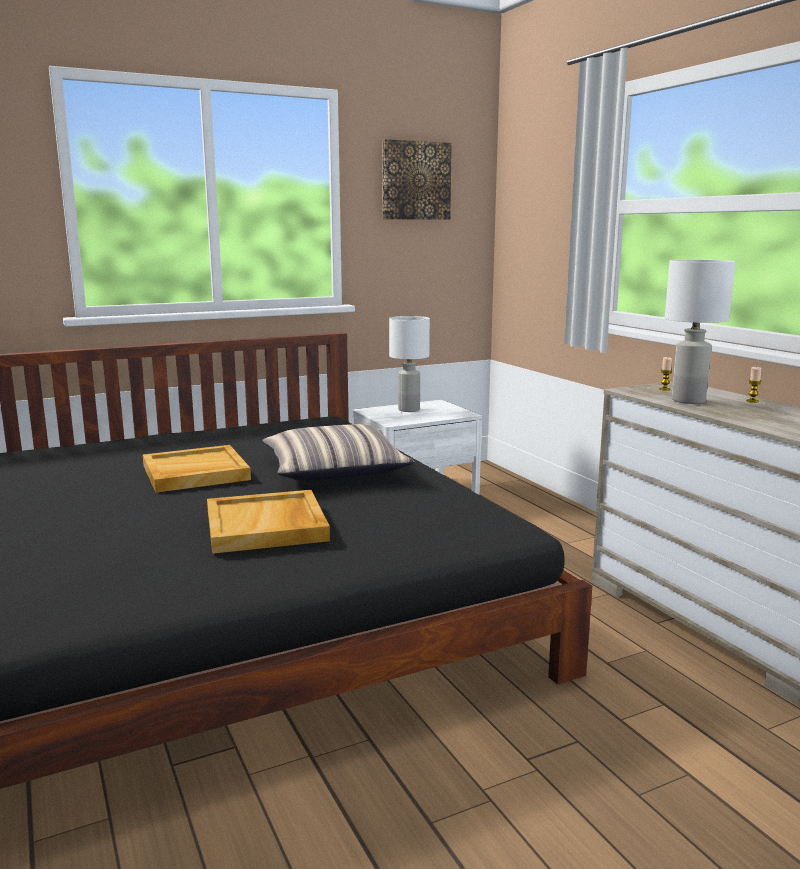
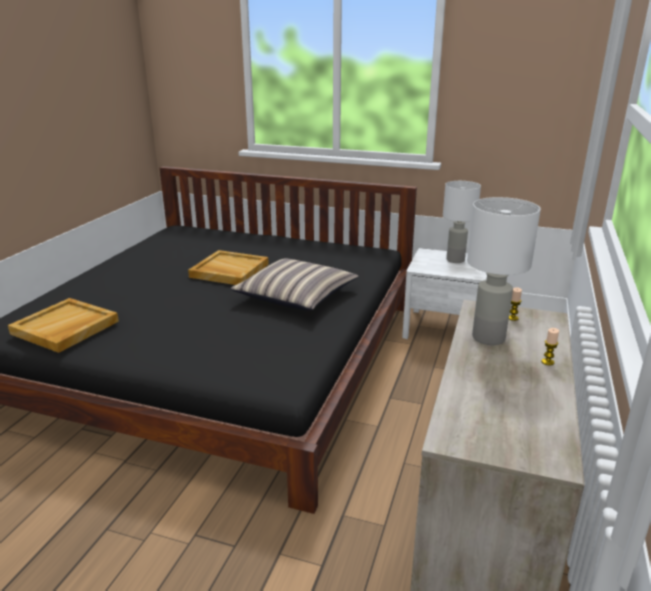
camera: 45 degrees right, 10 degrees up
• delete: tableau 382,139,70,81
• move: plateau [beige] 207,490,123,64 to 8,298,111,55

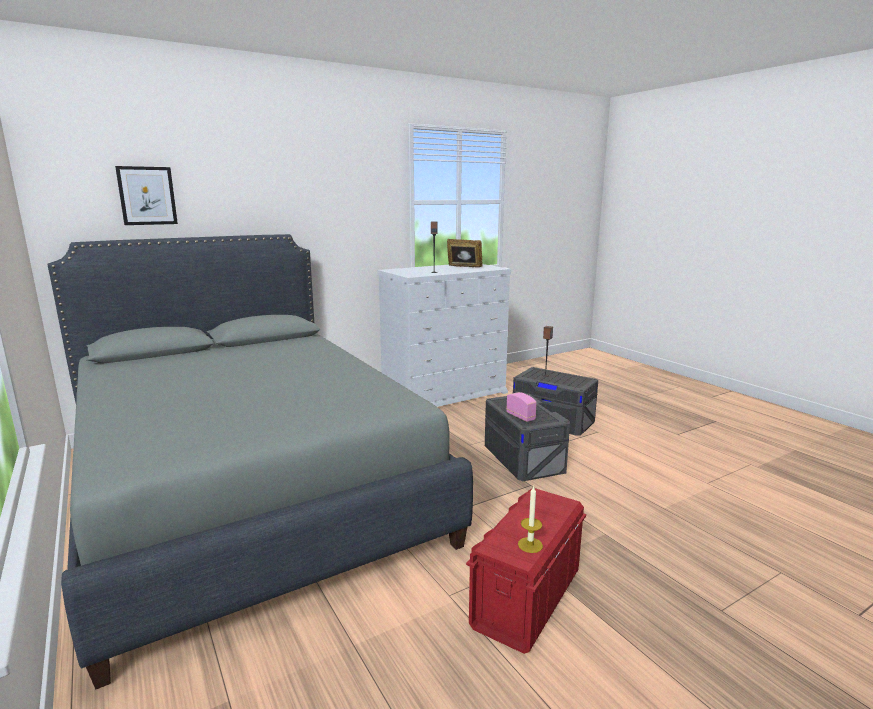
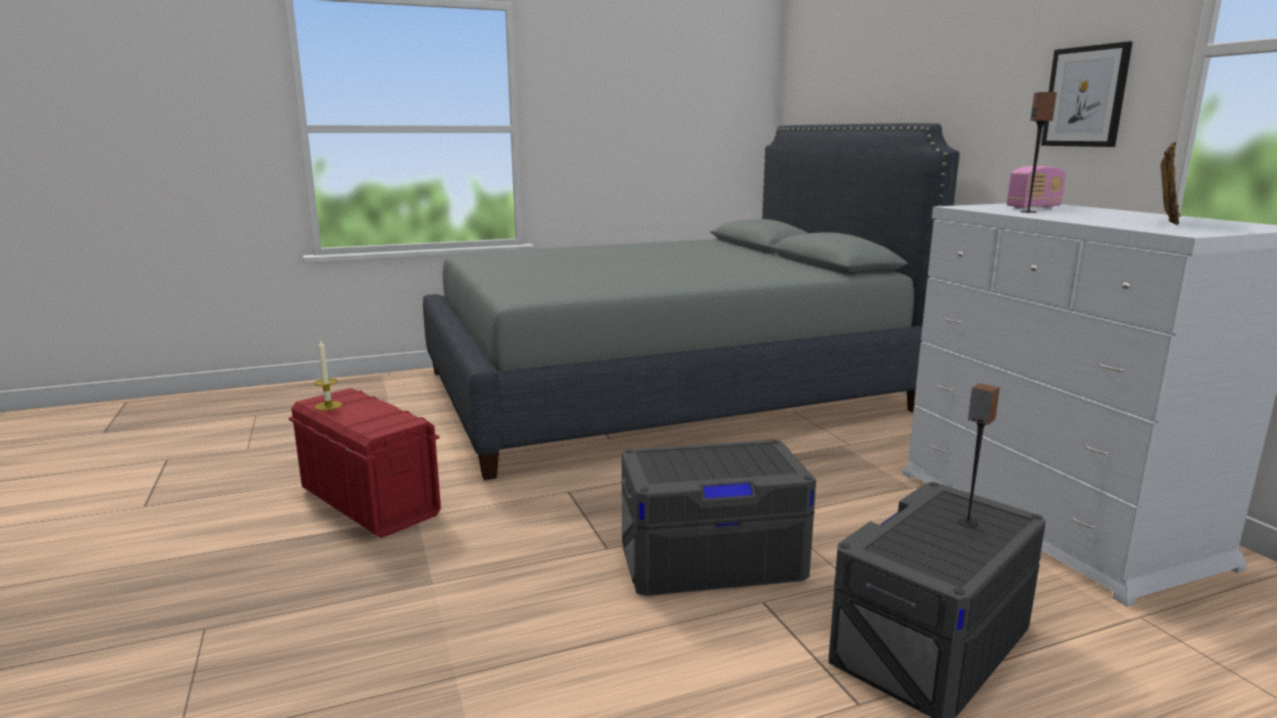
camera: 100 degrees right, 0 degrees up
• move: tableau 115,166,63,59 to 1041,41,92,106
• move: radio 506,392,31,30 to 1007,166,59,43

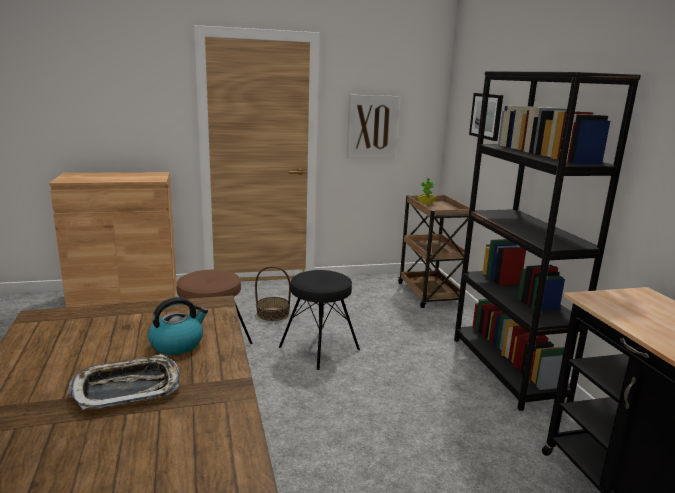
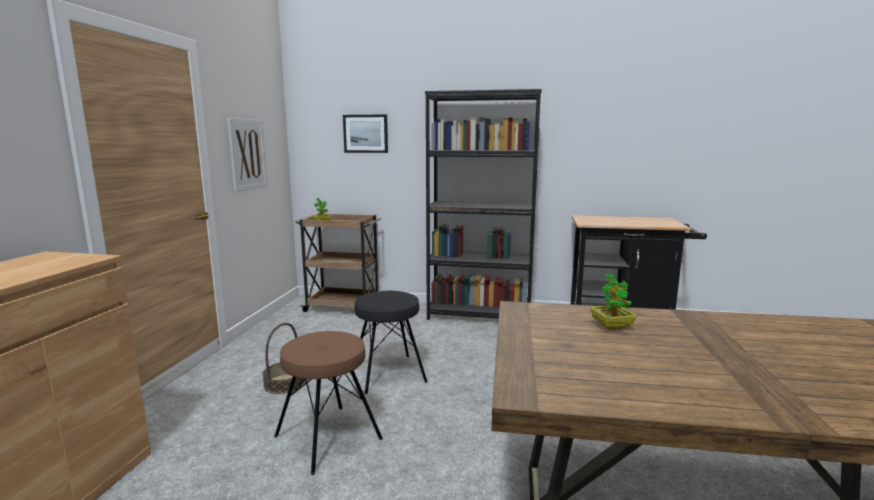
camera: 65 degrees left, 5 degrees down
• delete: plateau 68,354,112,56
• replace: bouilloire 148,297,60,58 to plante en pot 590,273,47,57

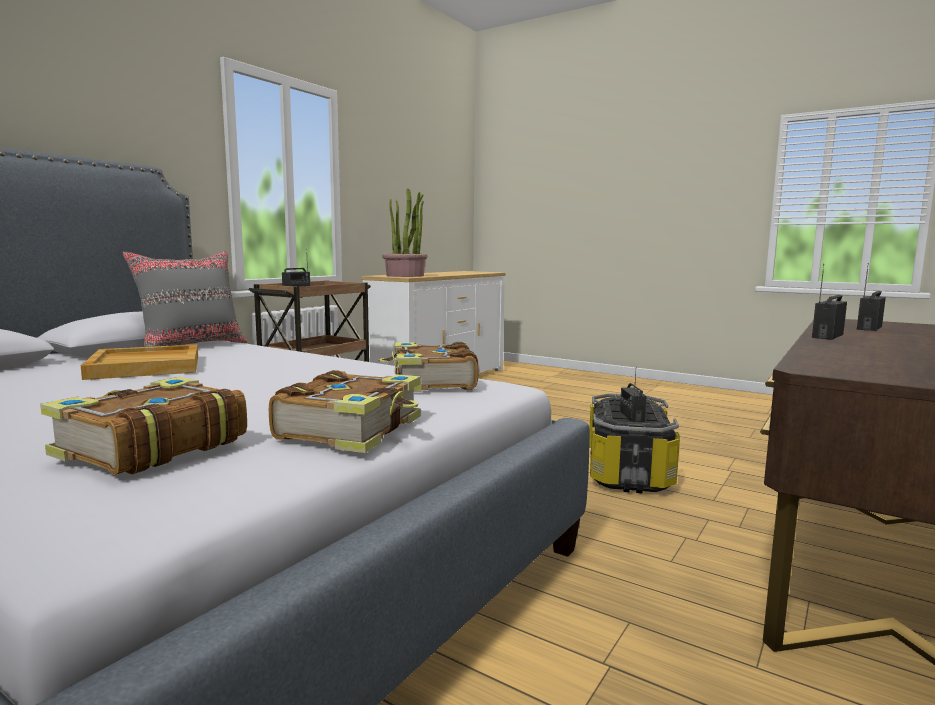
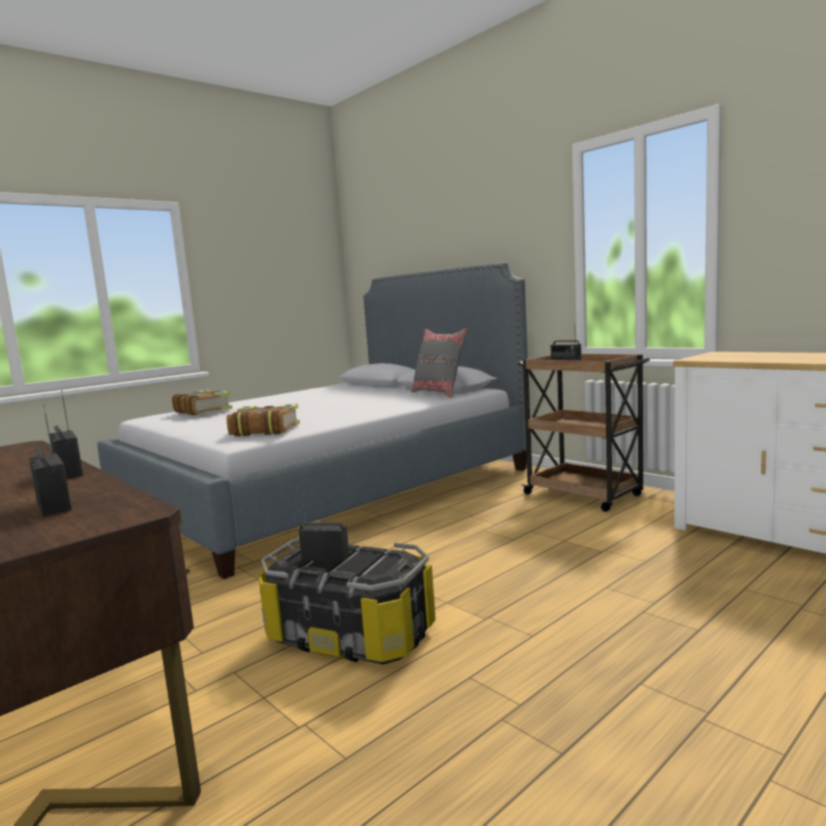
camera: 105 degrees right, 0 degrees up
• delete: plateau [beige] 81,344,117,36
• delete: livre 269,370,152,83
• delete: plante en pot 382,189,45,88

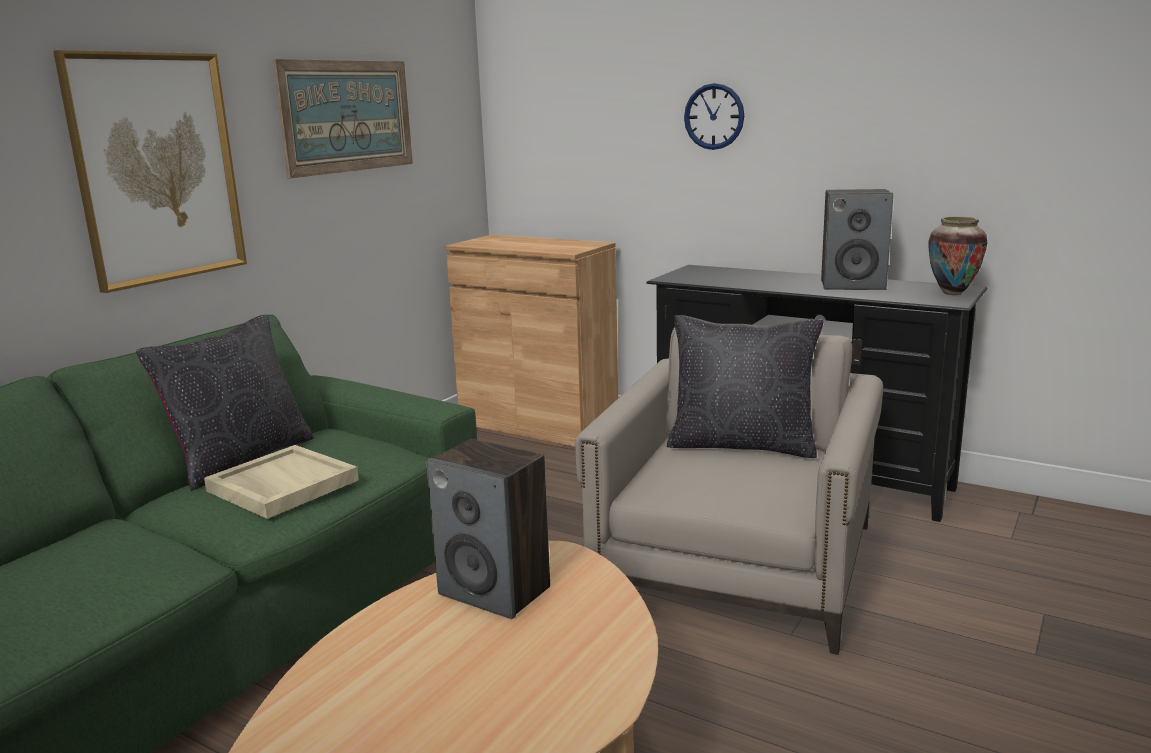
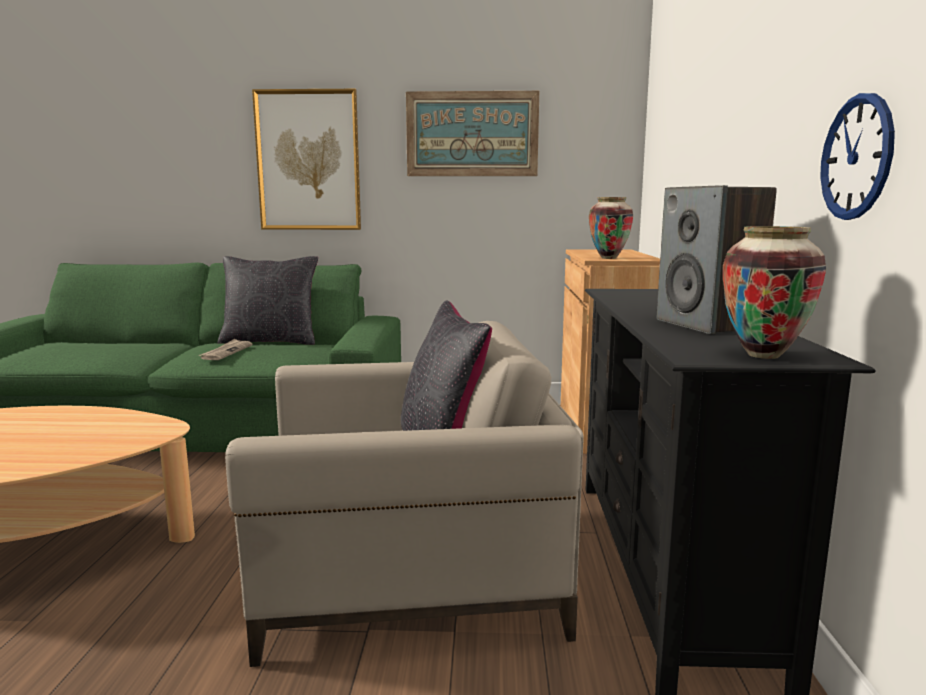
camera: 60 degrees right, 5 degrees down
• delete: enceinte 427,439,123,180
• insert: vase 589,197,44,62
• move: horloge murale 684,83,60,67 to 820,93,75,127
• replace: plateau [beige] 204,445,155,74 to journal 198,339,54,21

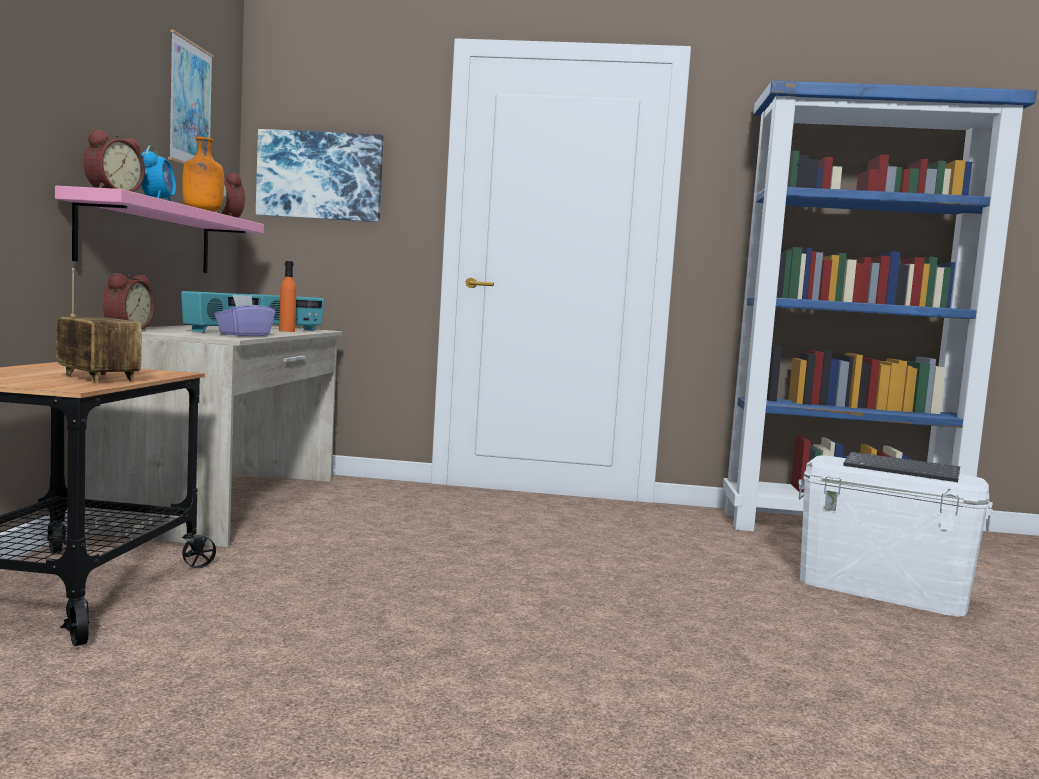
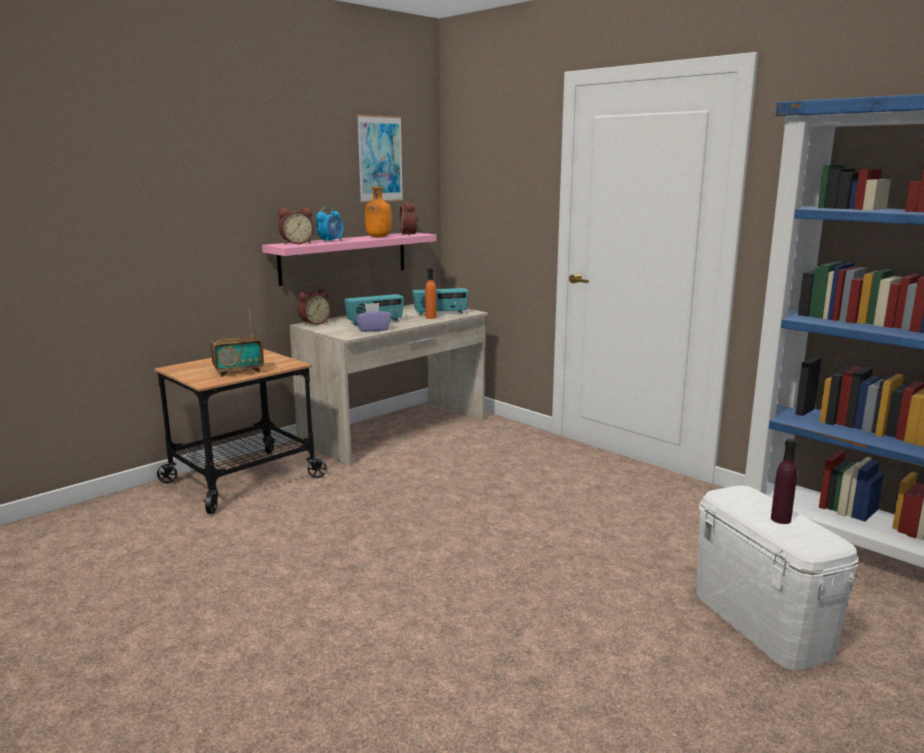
camera: 40 degrees right, 10 degrees up
• delete: tableau 256,129,128,93
• replace: clavier 843,452,117,30 to bouteille [violet] 771,439,26,85
• rotate: radio 56,268,86,115 = 210,310,54,67 75 degrees clockwise

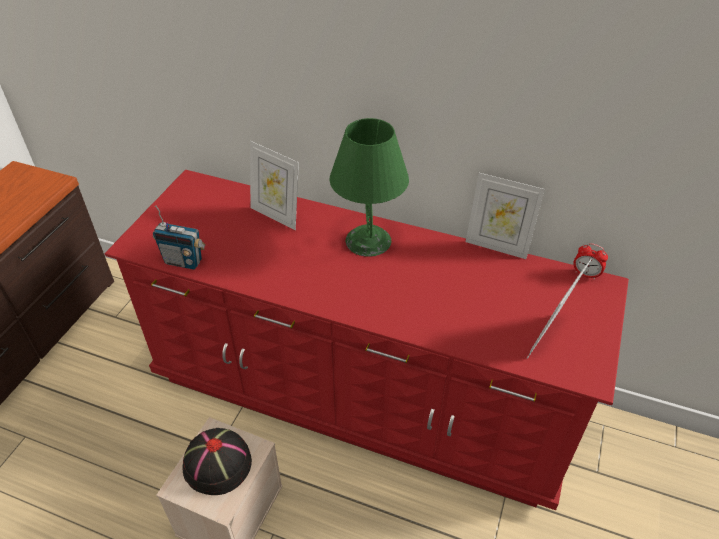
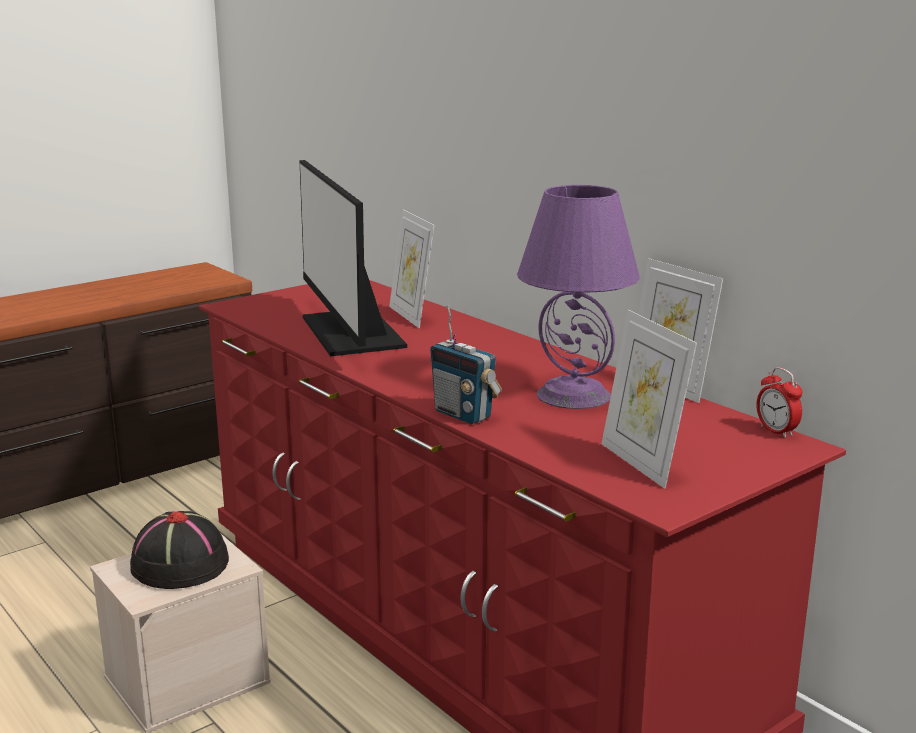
camera: 30 degrees right, 25 degrees down
• delete: lampe de table [vert] 329,118,80,139
• insert: écran d'ordinateur 299,160,108,196
• insert: lampe de table [violet] 517,185,123,224
• move: radio 153,205,53,65 to 430,305,72,119
• rotate: cadre photo 526,258,66,101 = 601,310,96,179 90 degrees counterclockwise

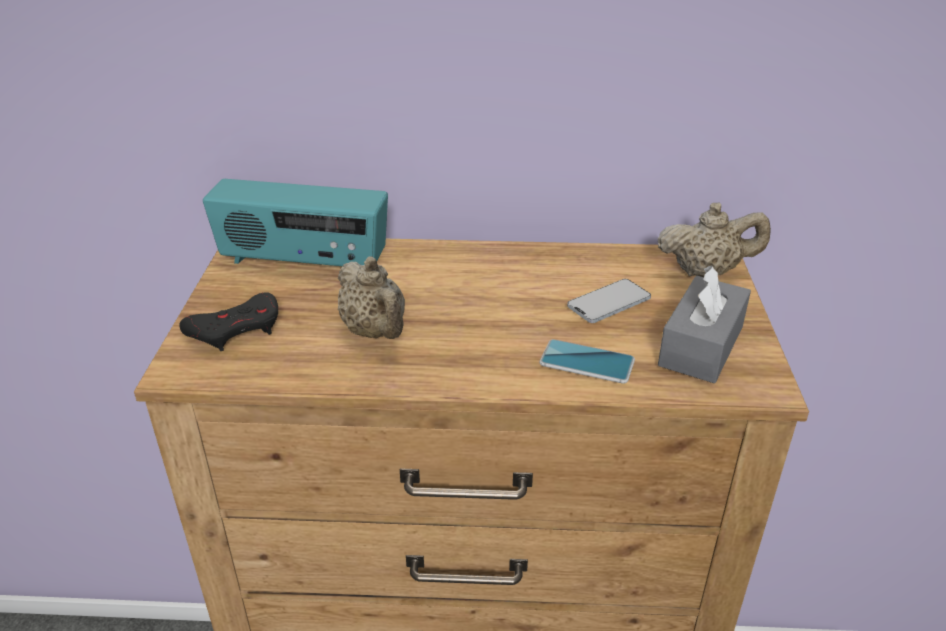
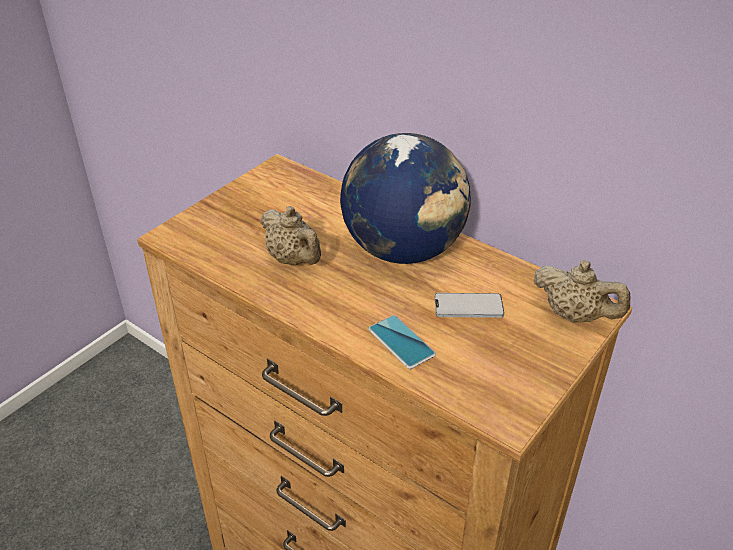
camera: 35 degrees right, 5 degrees up
• delete: manette [noir] 179,292,99,59
• delete: radio 203,179,185,87
• delete: boîte à mouchoirs [gris] 658,265,93,118
• insert: globe 340,133,131,131
• rotate: théière [beige] 338,257,67,82 = 261,206,60,59 45 degrees counterclockwise

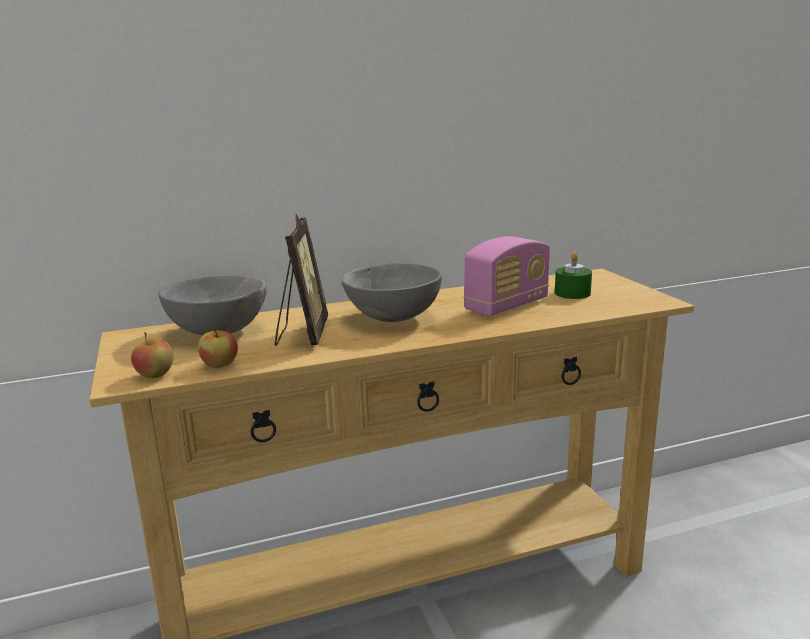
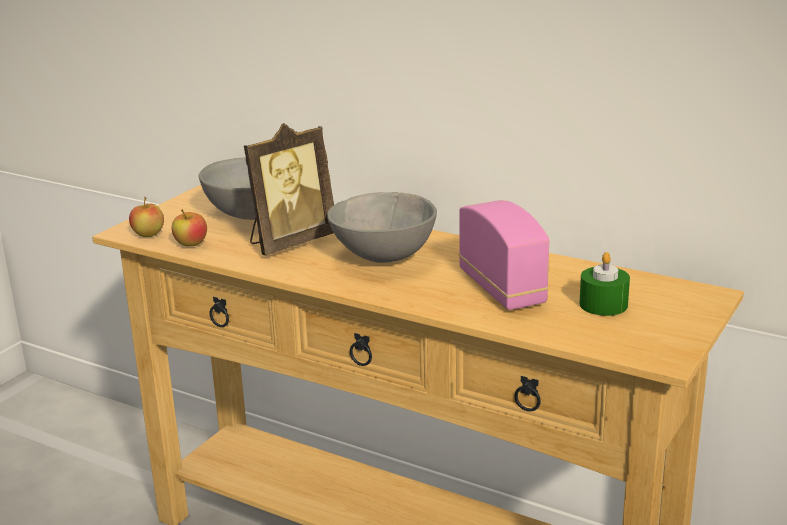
camera: 50 degrees right, 5 degrees up
• rotate: radio 464,236,86,80 = 459,200,90,110 120 degrees counterclockwise

